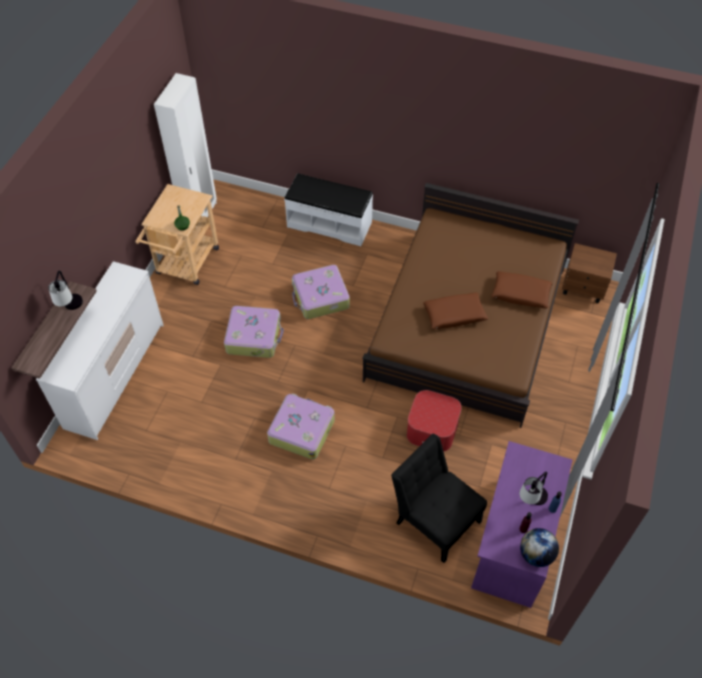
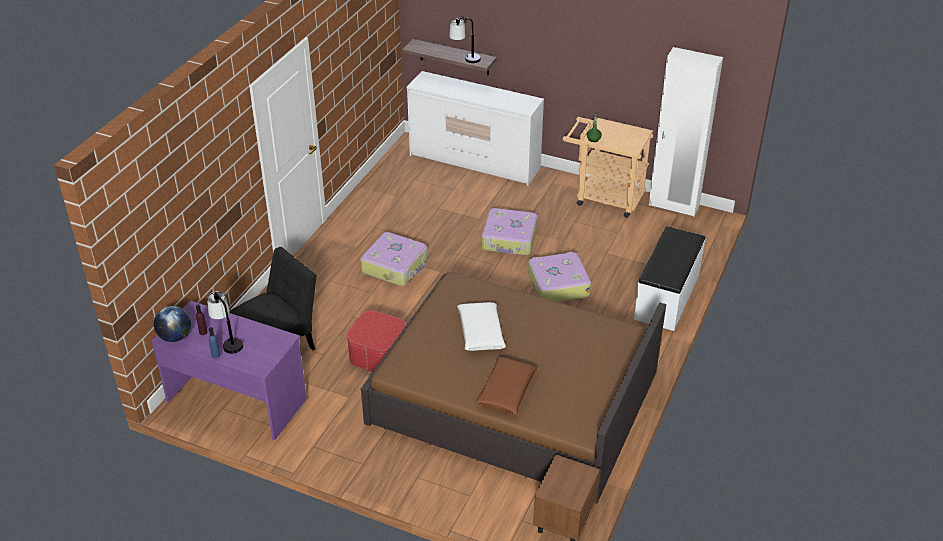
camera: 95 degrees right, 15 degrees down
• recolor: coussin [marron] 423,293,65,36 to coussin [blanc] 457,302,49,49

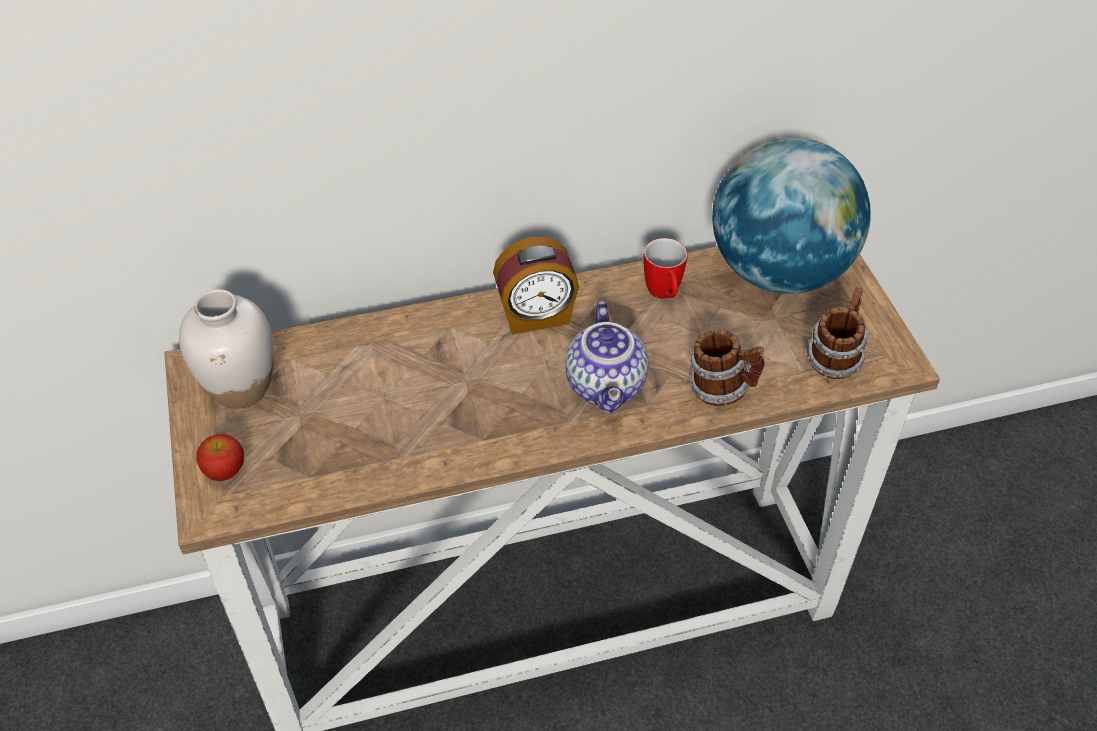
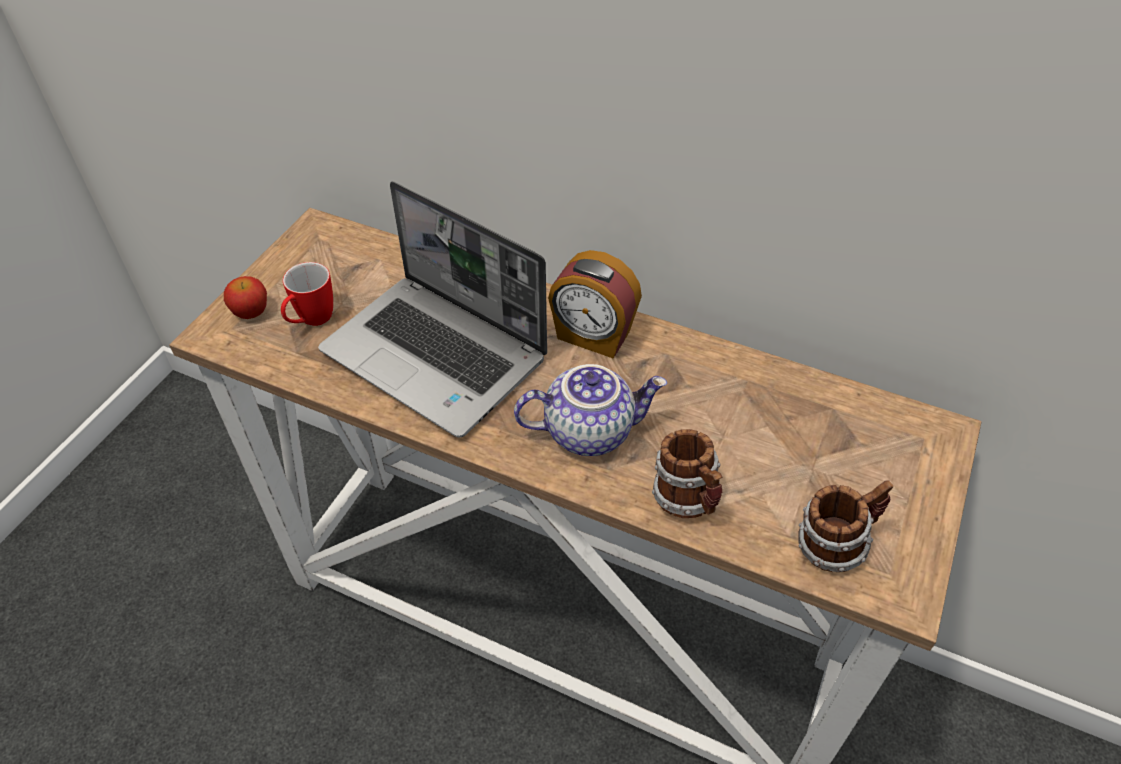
camera: 40 degrees right, 0 degrees up
• delete: vase [blanc] 179,289,95,120
• delete: globe 712,137,159,157
• insert: ordinateur portable 318,181,229,257
• move: mug 644,238,44,60 to 281,262,52,64
• rotate: théière 565,301,83,112 = 514,364,153,92 135 degrees counterclockwise

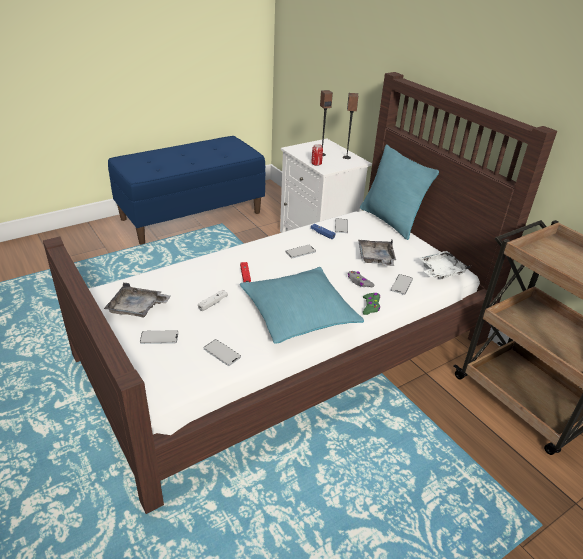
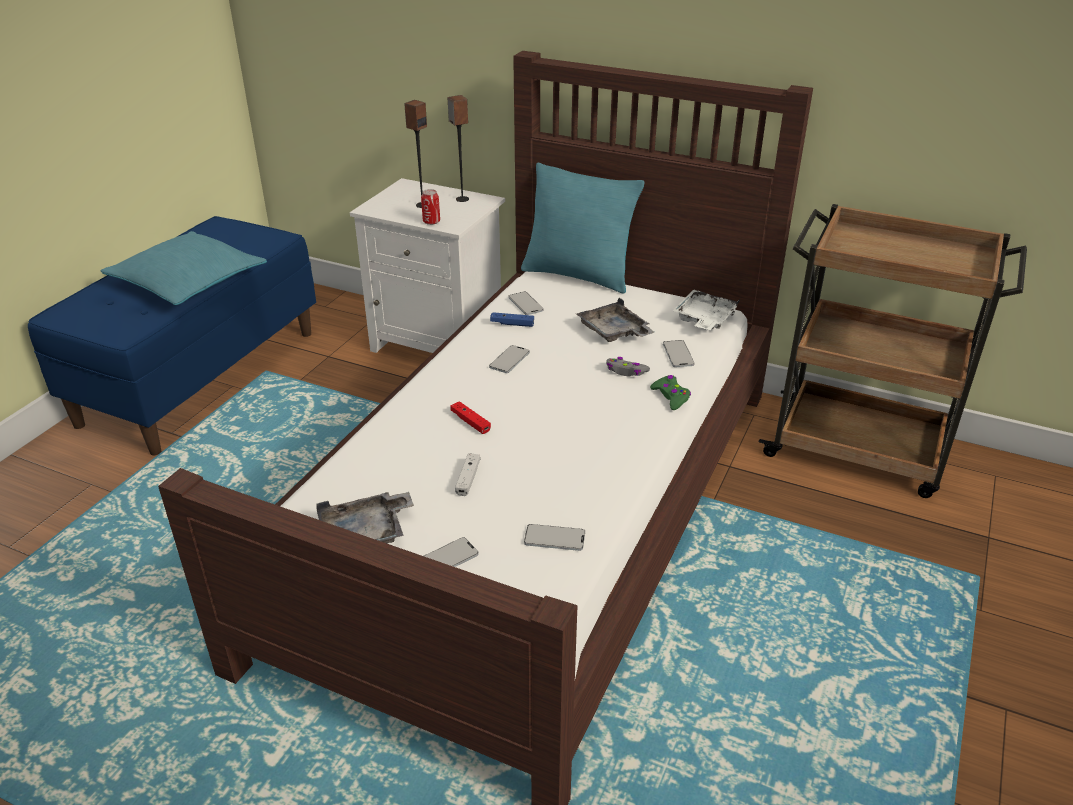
camera: 30 degrees left, 0 degrees up
• move: coussin [turquoise] 240,267,124,77 to 101,231,166,74

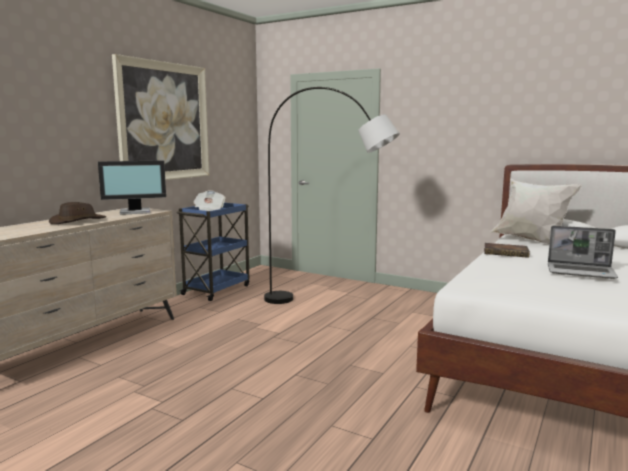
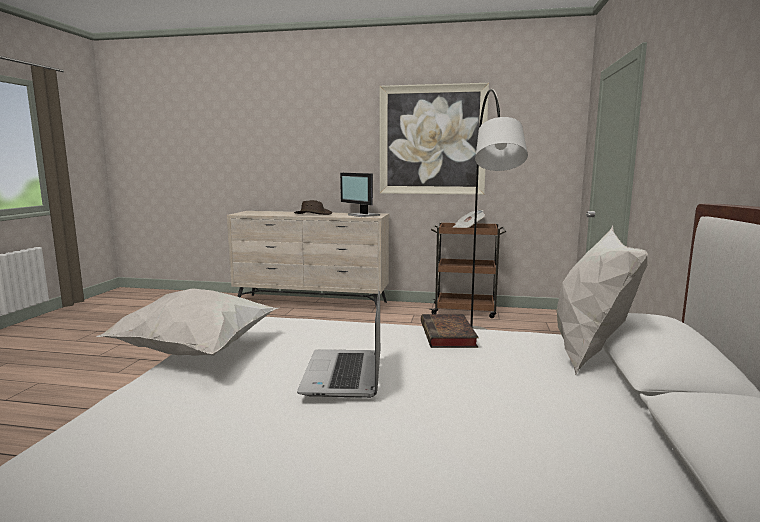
camera: 70 degrees right, 0 degrees up
• insert: coussin [blanc] 96,289,182,67
• recolor: chariot [bleu] 176,203,73,98 to chariot [marron] 429,223,77,95

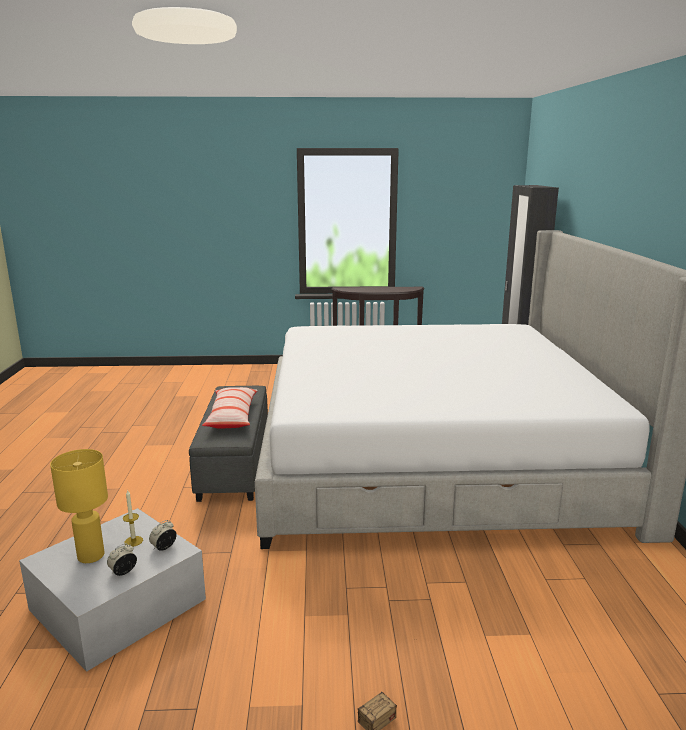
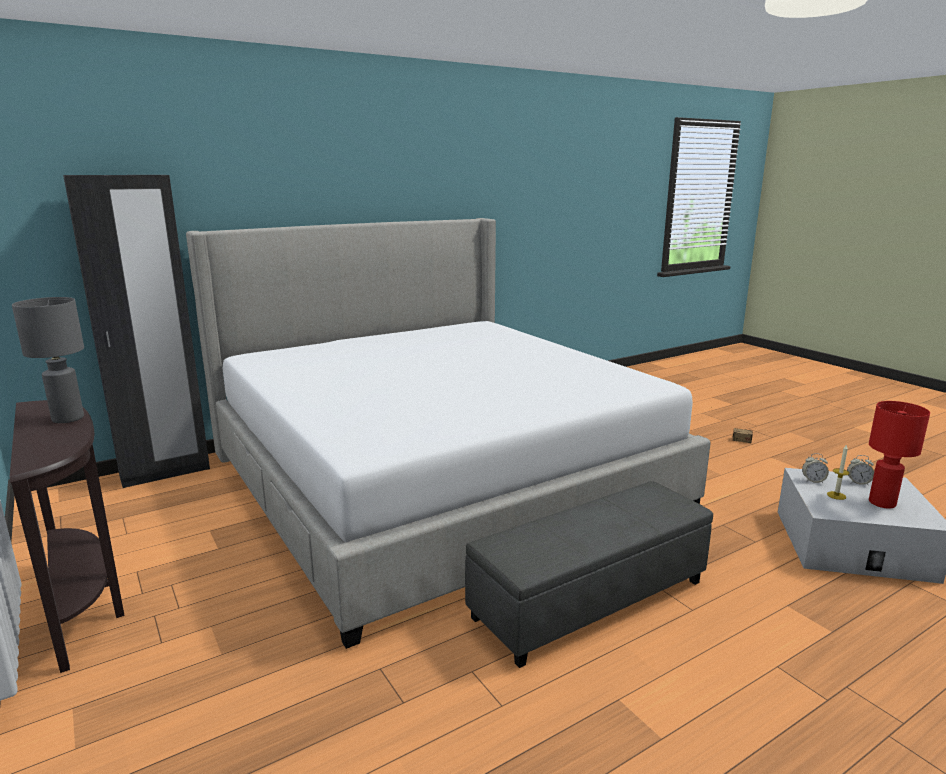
camera: 120 degrees left, 0 degrees up
• delete: coussin 202,387,56,42
• insert: lampe de table [gris] 12,297,72,126
• recolor: lampe de table [jaune] 50,449,58,114 to lampe de table [rouge] 869,401,61,108

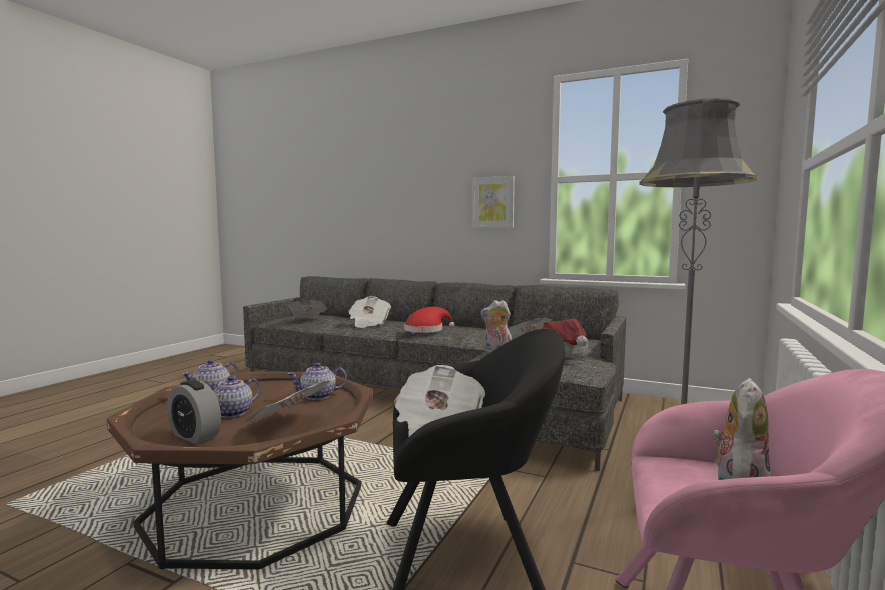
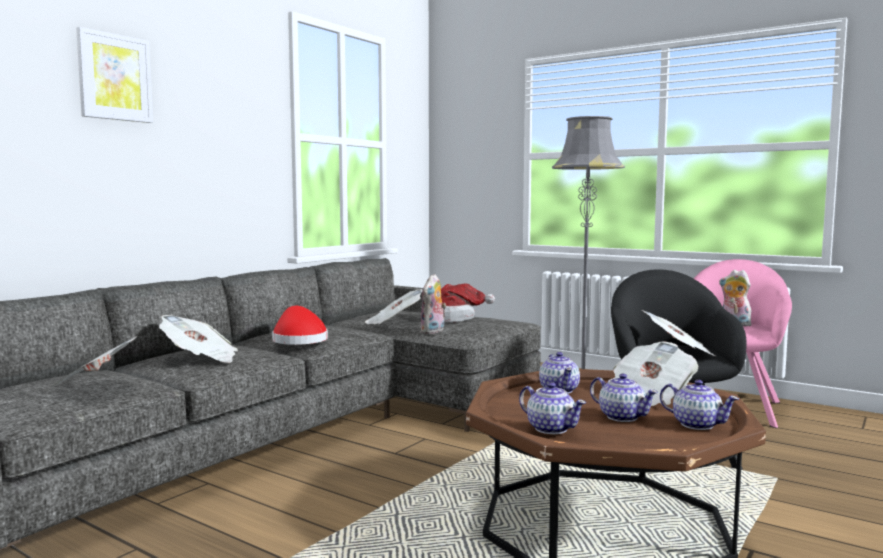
camera: 80 degrees left, 0 degrees up
• move: tableau 472,176,43,52 to 76,27,77,96
• replace: réveil 167,380,54,64 to théière 660,380,79,50

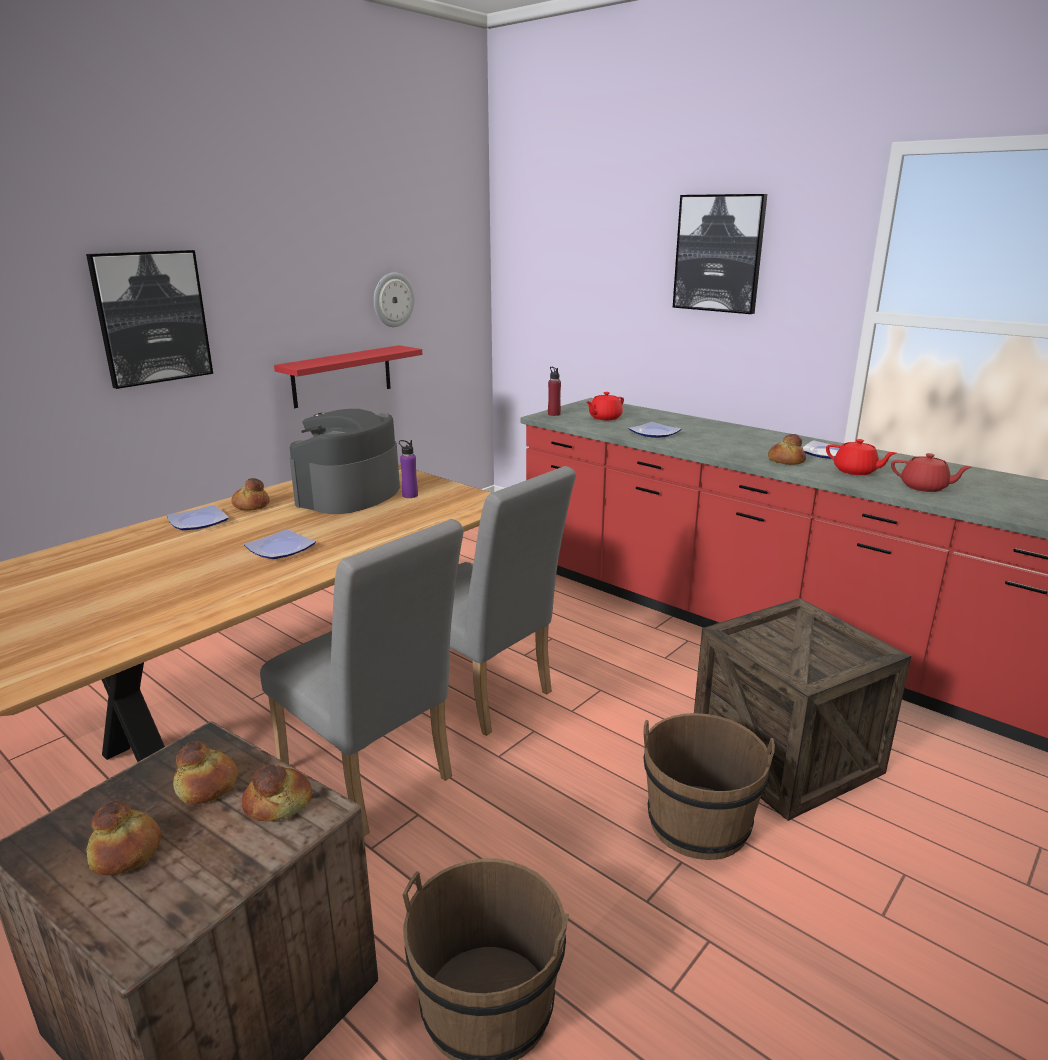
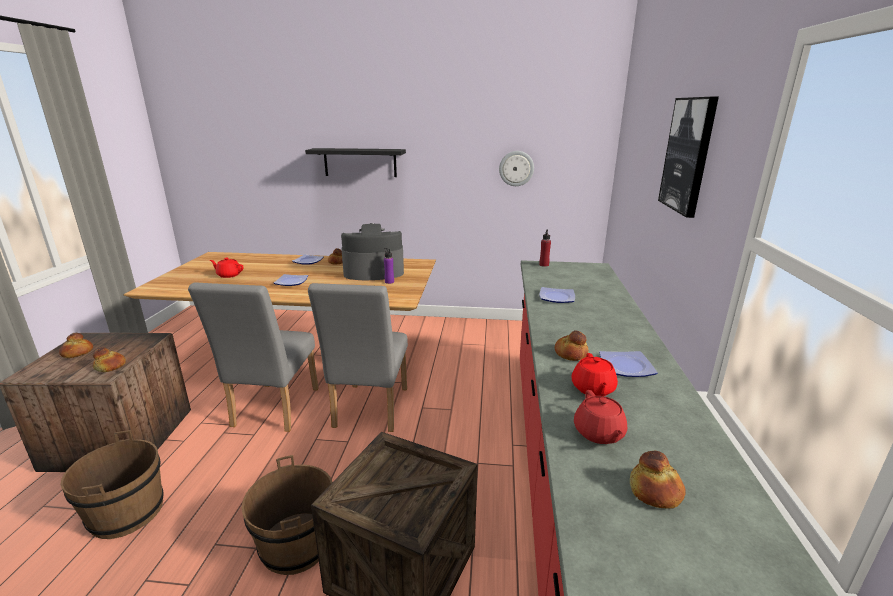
camera: 55 degrees right, 0 degrees up
• delete: étagère [rouge] 274,345,148,63
• move: pain 173,741,65,63 to 630,451,56,58
• move: théière [rouge] 587,392,37,28 to 210,258,34,20
• replace: tableau 86,250,127,139 to étagère [noir] 305,148,101,29

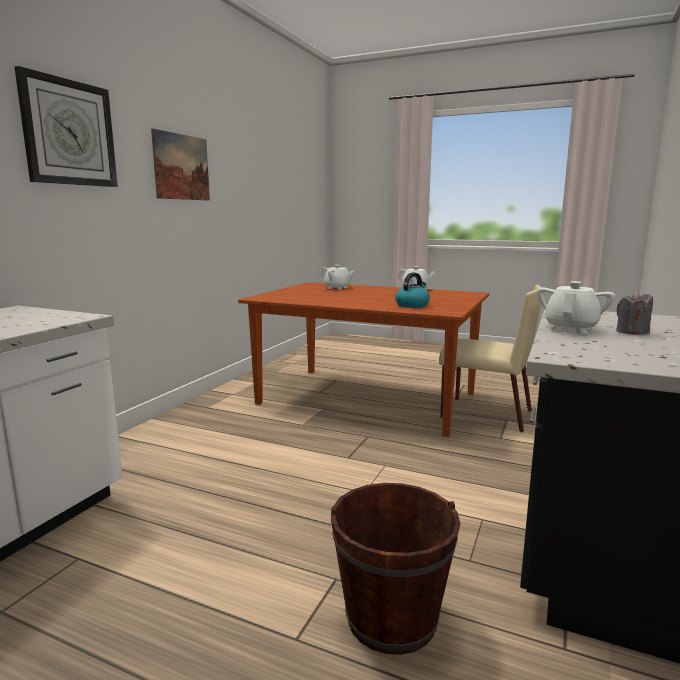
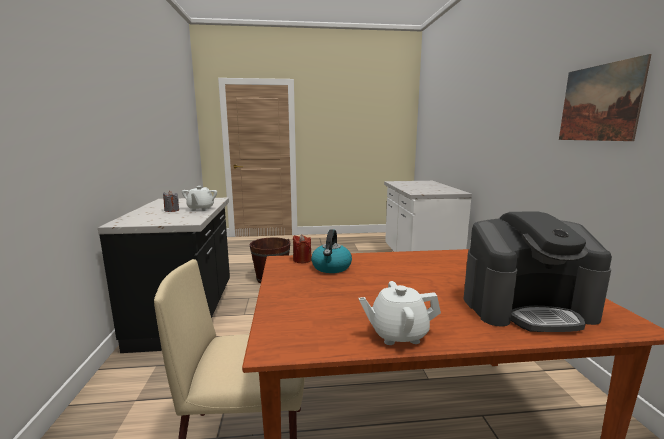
camera: 150 degrees right, 0 degrees up
• delete: horloge murale 15,66,103,121
• insert: bougie [rouge] 293,234,18,29
• replace: théière [blanc] 321,265,34,25 to machine à café 464,211,148,121

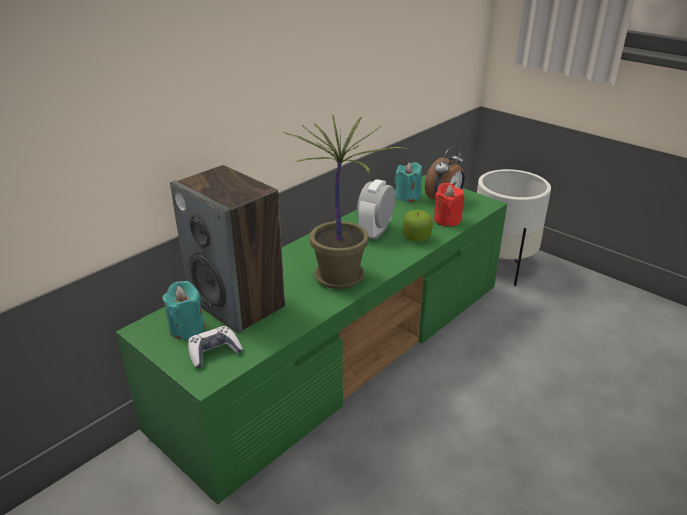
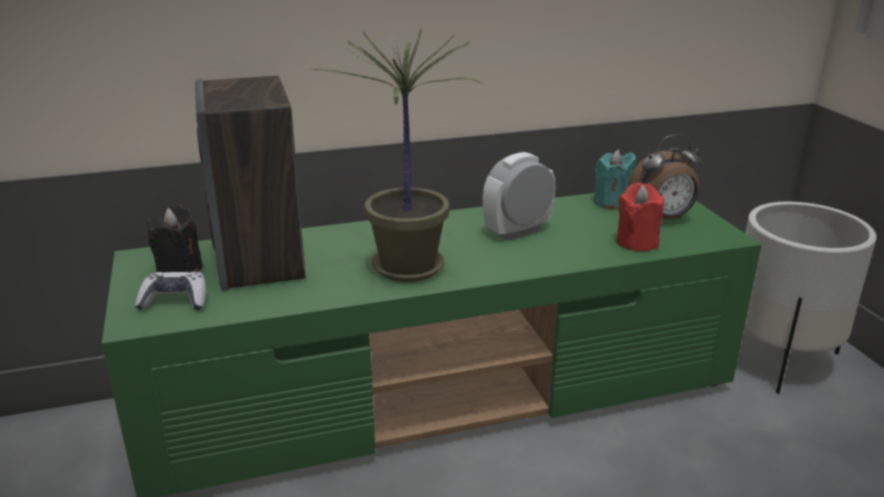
camera: 30 degrees right, 5 degrees down
• delete: pomme 403,210,30,32
• recolor: bougie [turquoise] 162,281,43,58 to bougie [noir] 147,205,56,67

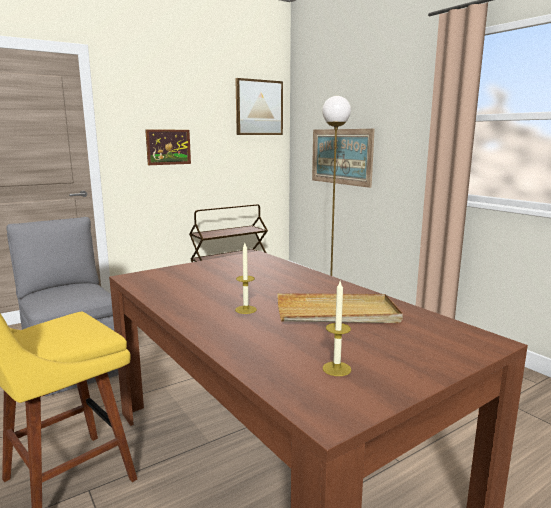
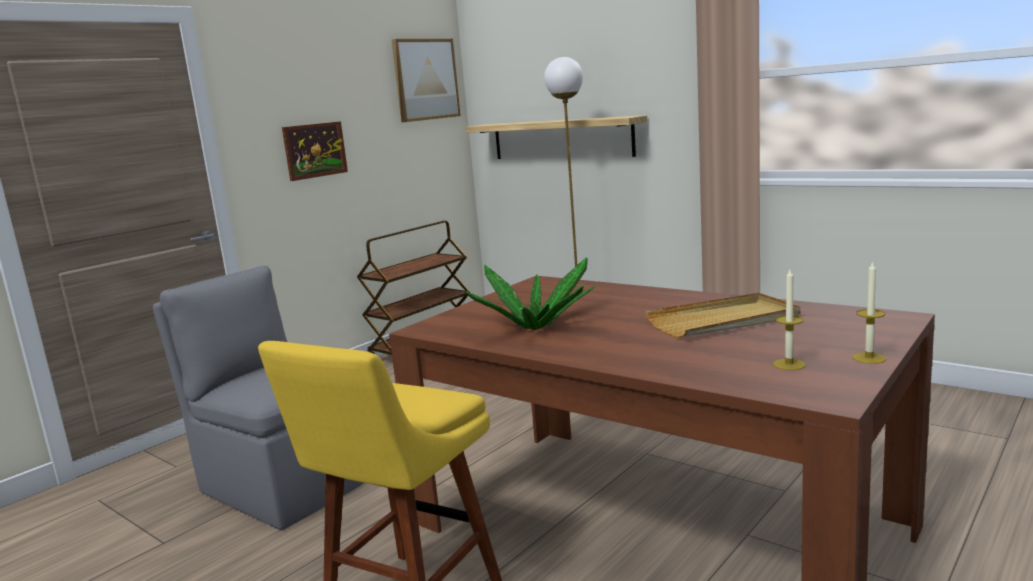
camera: 15 degrees left, 0 degrees up
• insert: plante en pot 466,258,129,72
• move: bougie 235,243,22,71 to 853,261,33,103
• replace: tableau 312,129,63,59 to étagère 466,115,181,44

